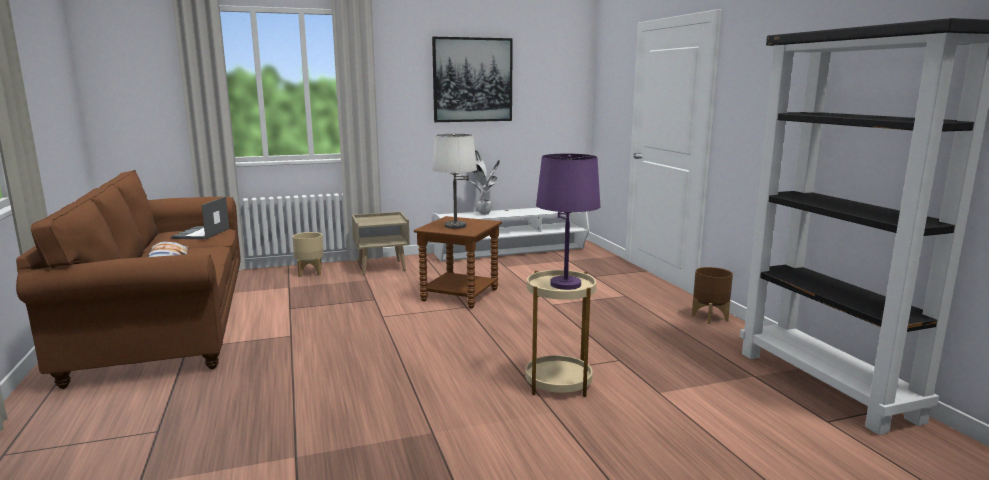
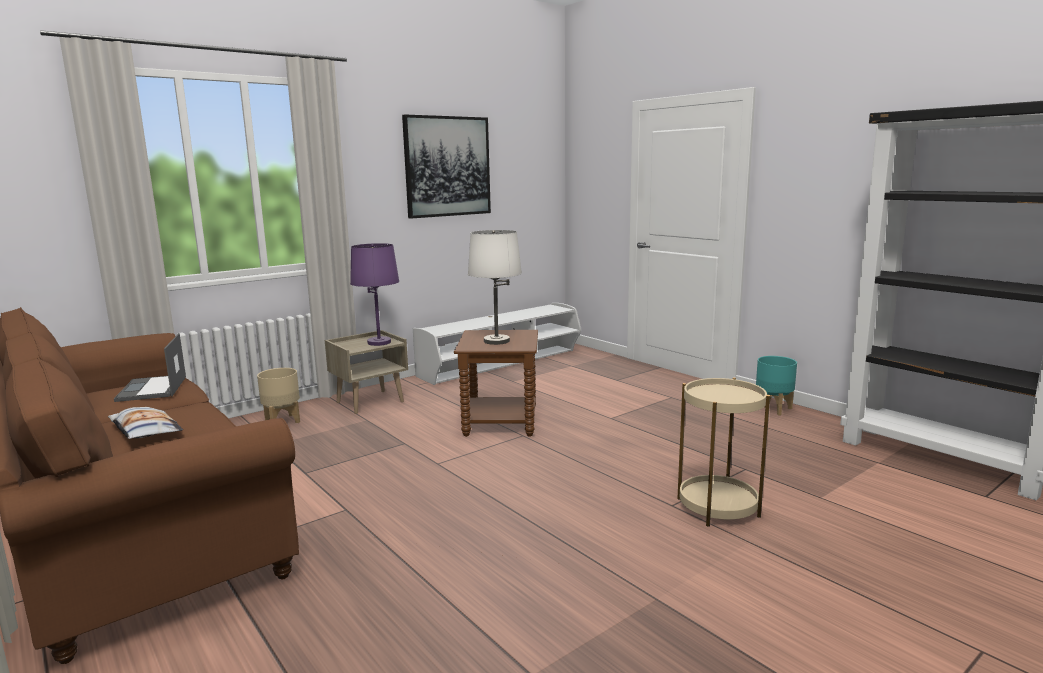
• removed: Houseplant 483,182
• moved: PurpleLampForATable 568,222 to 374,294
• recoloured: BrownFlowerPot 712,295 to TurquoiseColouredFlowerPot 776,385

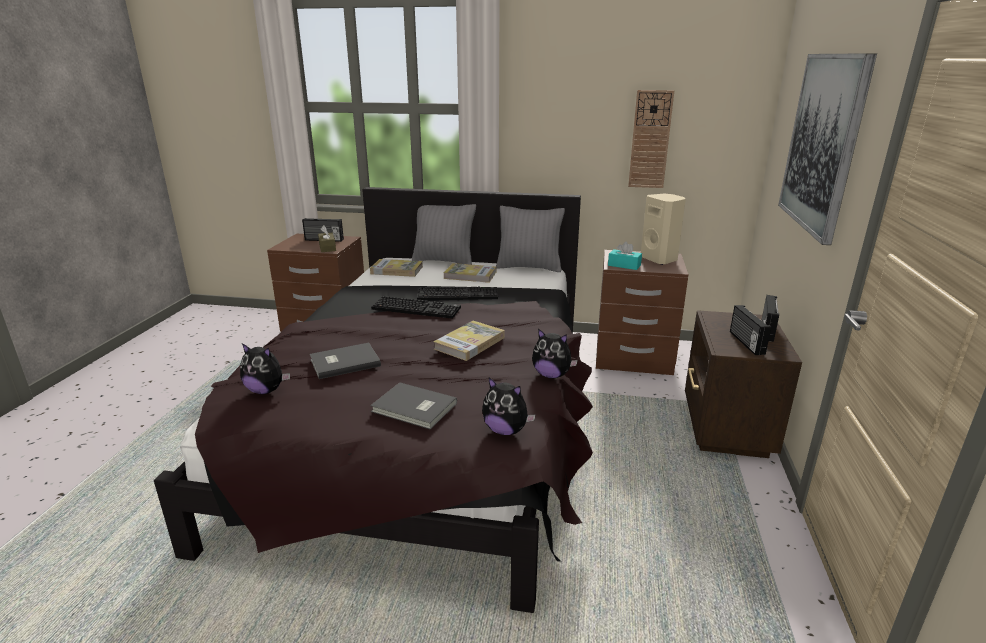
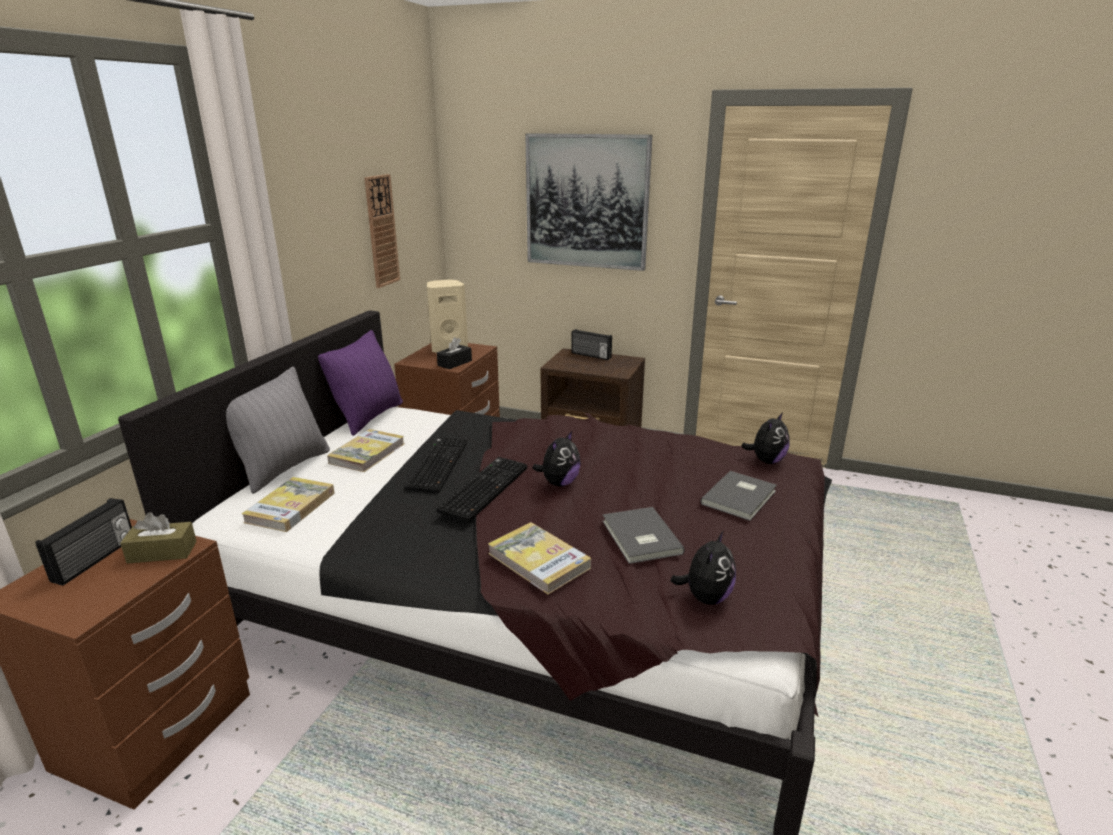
• moved: Book 469,341 to 539,558
• recoloured: GreyThrowPillow 530,239 to PurpleThrowPillow 360,383
• moved: SoftToy 555,354 to 556,459
• recoloured: TurquoiseColouredTissueBox 625,255 to BlackishTissueBox 454,353
• removed: RadioSet 750,330

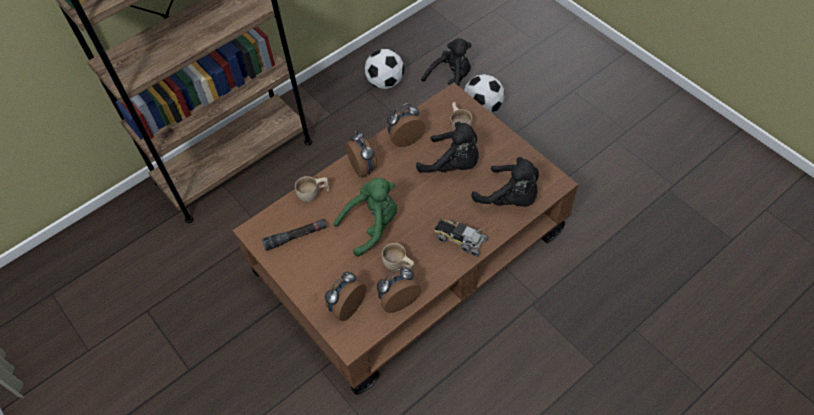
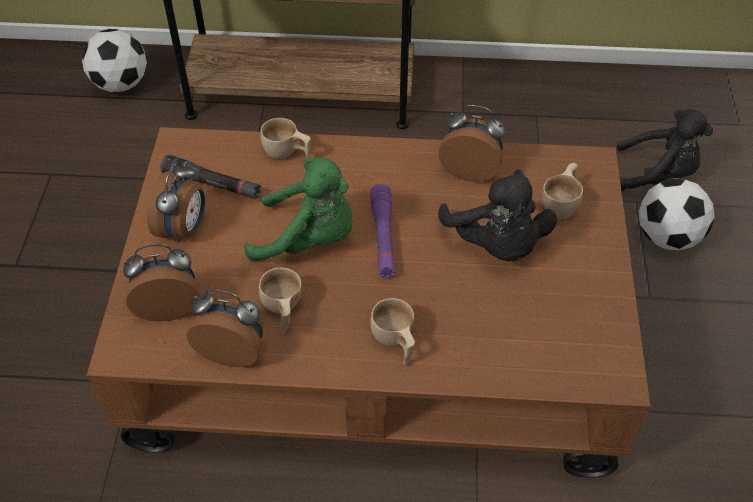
• moved: AlarmClock 361,154 to 176,202
• moved: BallForFootball 384,69 to 114,60
• replaced: ToyTruck 461,237 to BeigeColouredSmallCup 392,332
• removed: BlackishSoftToy 505,181
• added: PurpleHandTorch 382,231

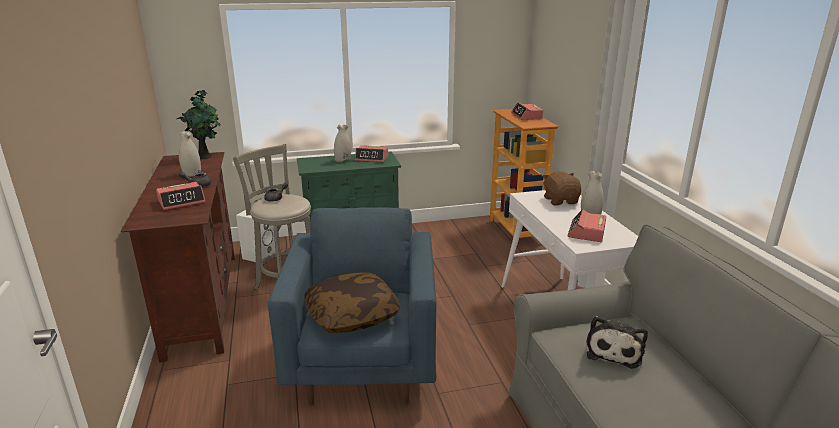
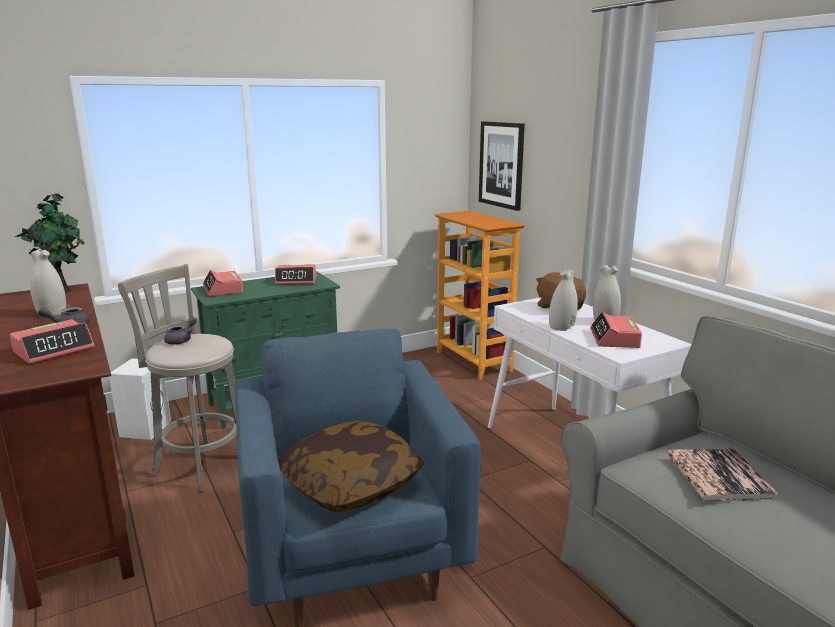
• moved: WhitishFlowerVase 342,143 to 563,300
• moved: AlarmClock 527,111 to 223,283
• replaced: SoftToy 617,342 to Book 722,474
• added: WallArt 502,166

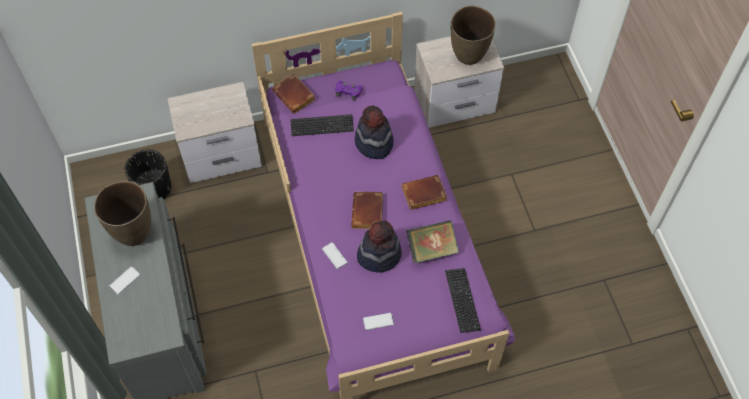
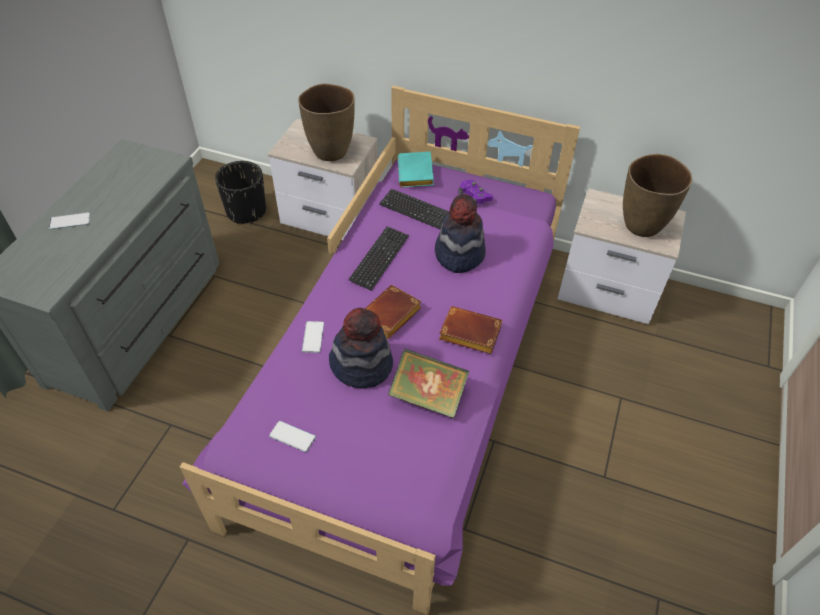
• moved: BrownFlowerVase 122,213 to 326,122
• recoloured: BrownBook 294,93 to TurquoiseColouredBook 416,169
• moved: Keyboard 463,300 to 378,258

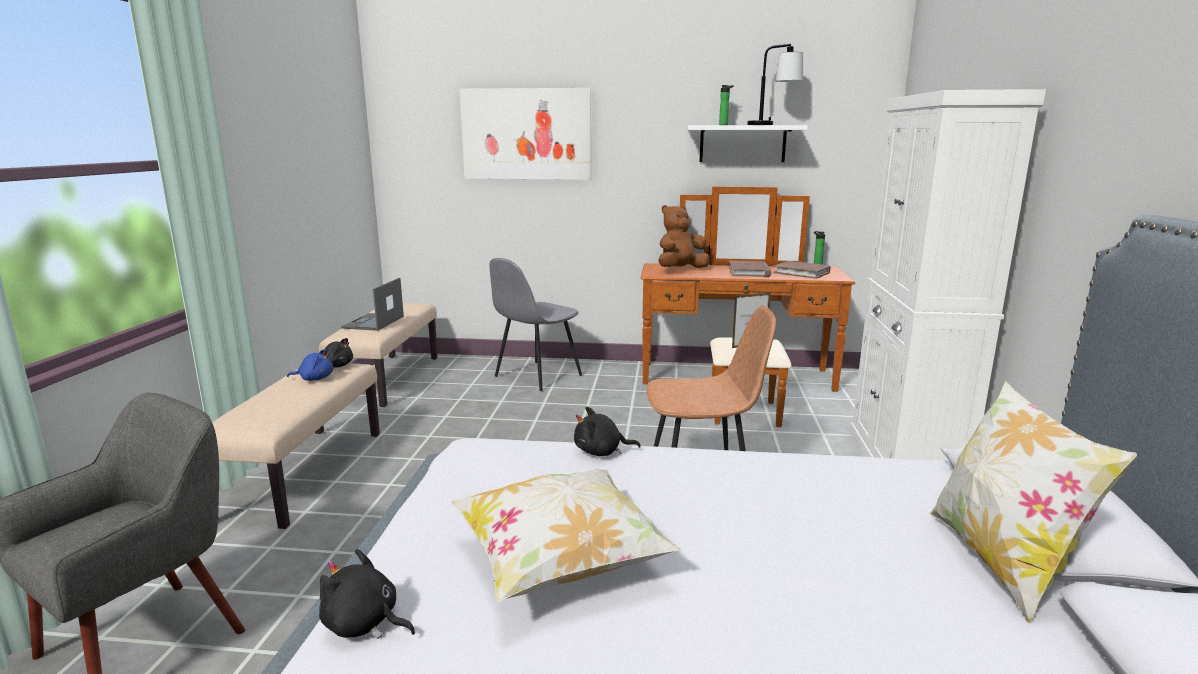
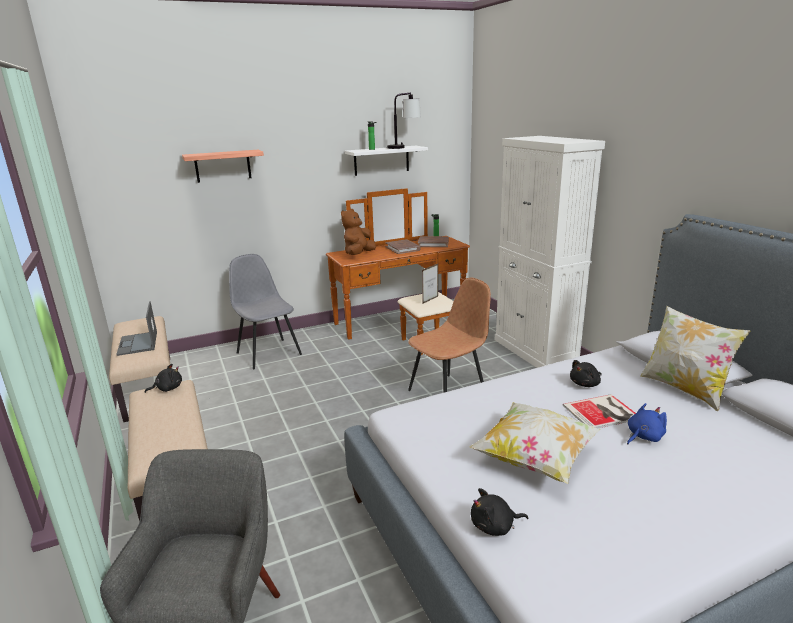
• moved: BlueSoftToy 310,365 to 647,424
• replaced: WallArt 525,134 to BracketShelf 223,166
• turned: GreyPlainChair 535,324 = 265,311 135 degrees clockwise
• moved: BlackishSoftToy 607,431 to 586,373
• added: Book 599,411

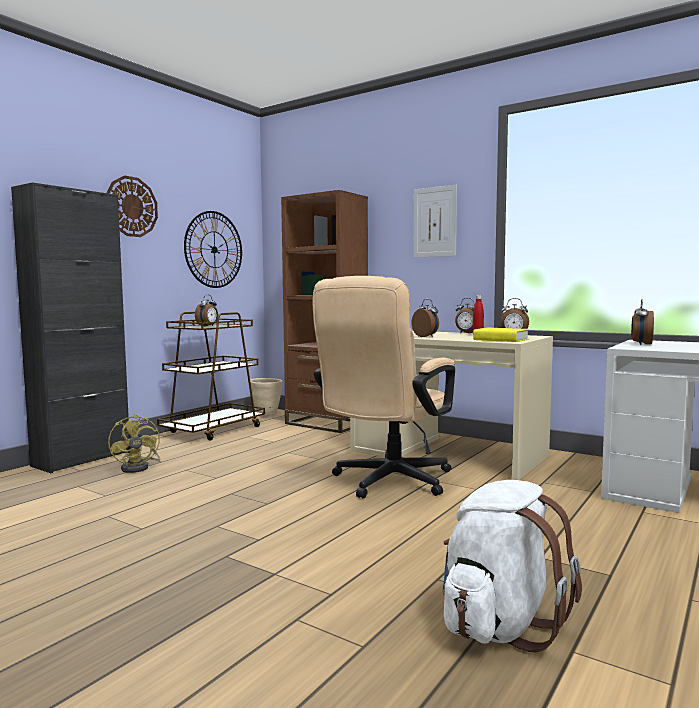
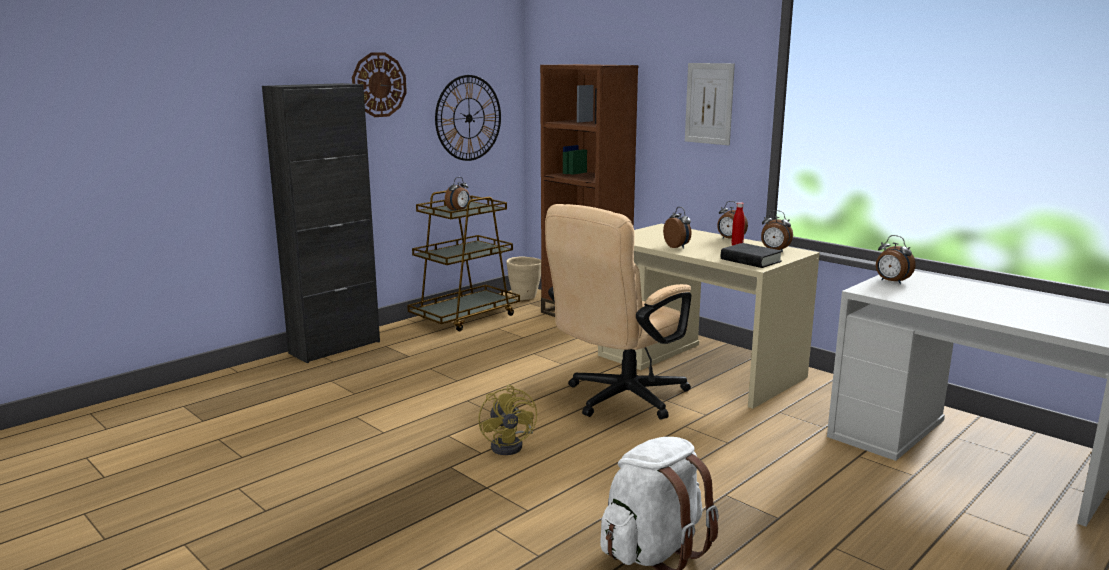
• moved: YellowCoolingFan 134,443 to 507,420
• recoloured: YellowBook 501,335 to BlackishBook 752,255
• turned: AlarmClock 642,322 = 895,259 75 degrees counterclockwise

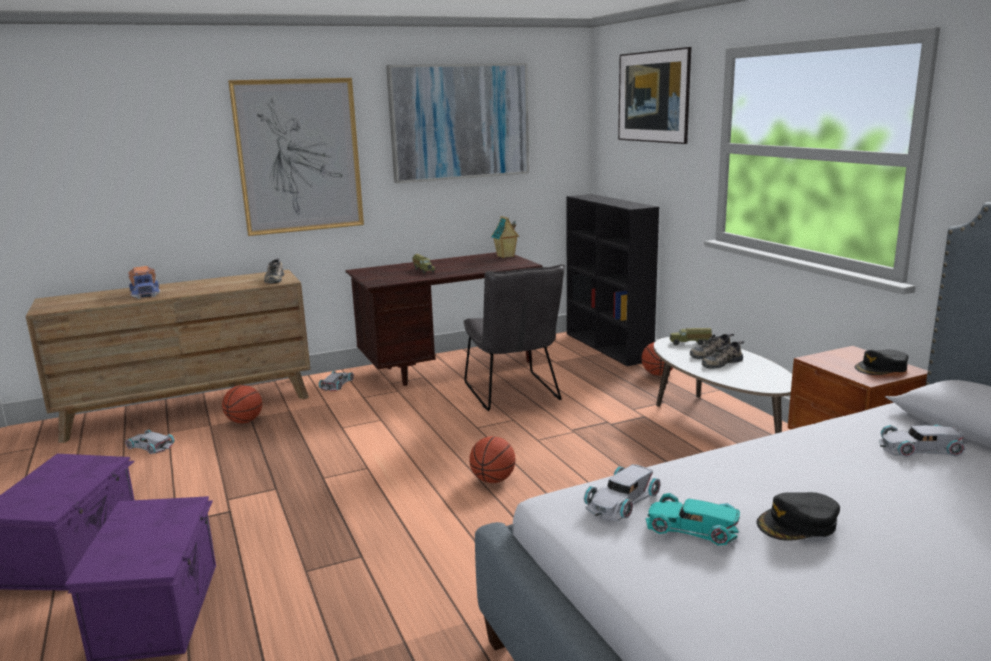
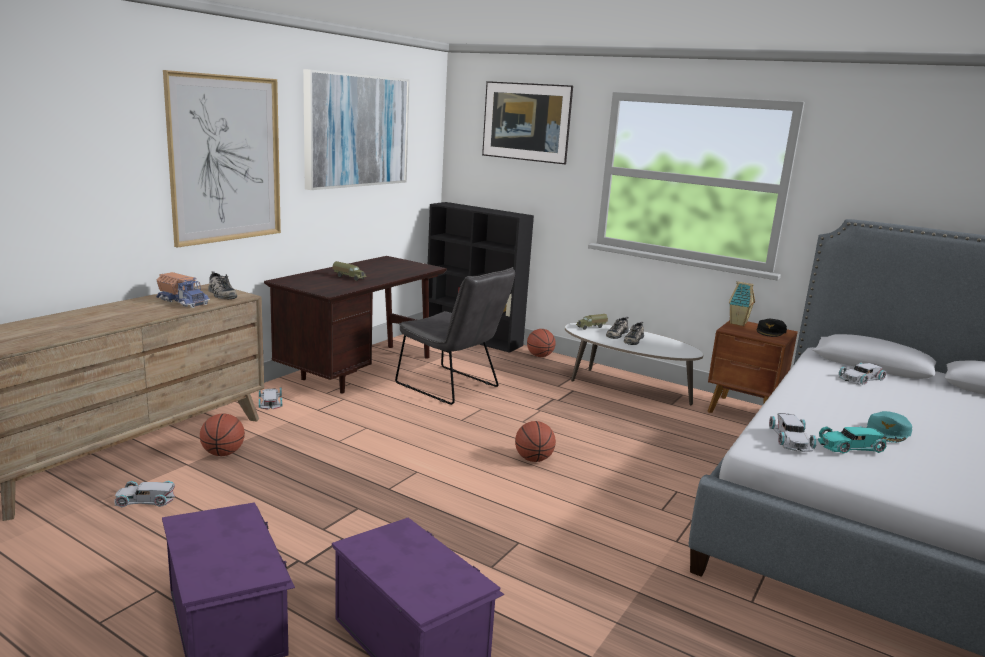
• moved: ToyTruck 144,282 to 183,290
• moved: ToyHouse 505,237 to 742,303
• recoloured: BlackishPeakedCap 798,516 to TurquoiseColouredPeakedCap 889,427

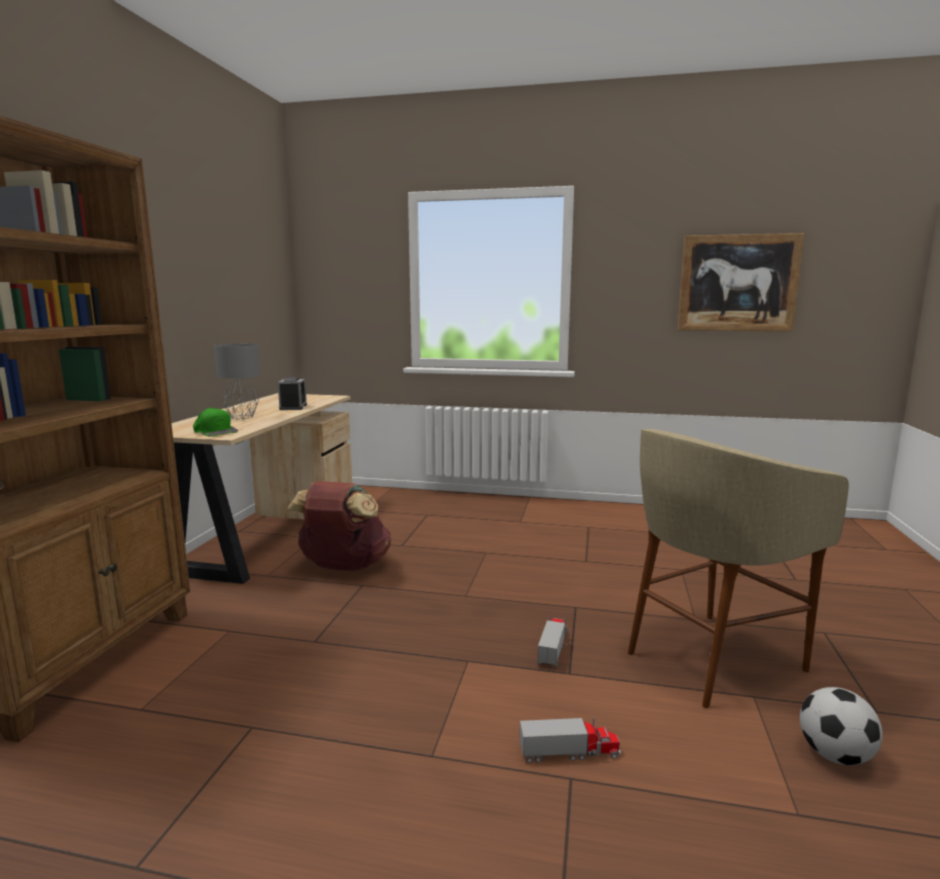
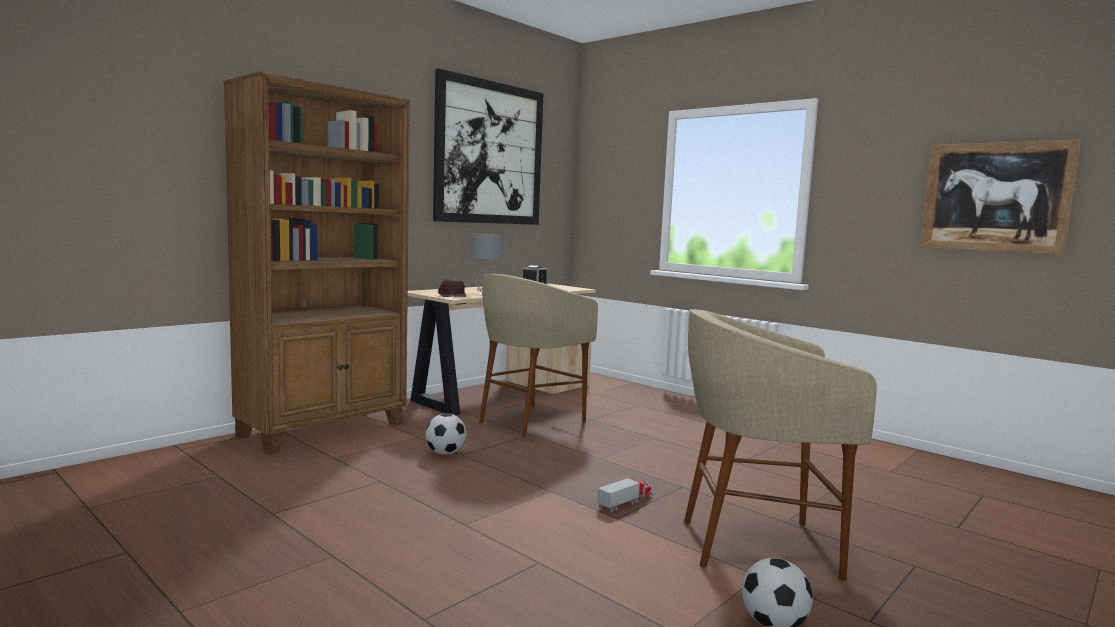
• recoloured: GreenishPeakedCap 215,422 to BrownPeakedCap 452,287
• replaced: BrownRucksack 339,526 to BeigeColouredSittingStool 538,356
• removed: ToyTruck 570,740
• added: BallForFootball 446,434
• added: WallArt 488,146

